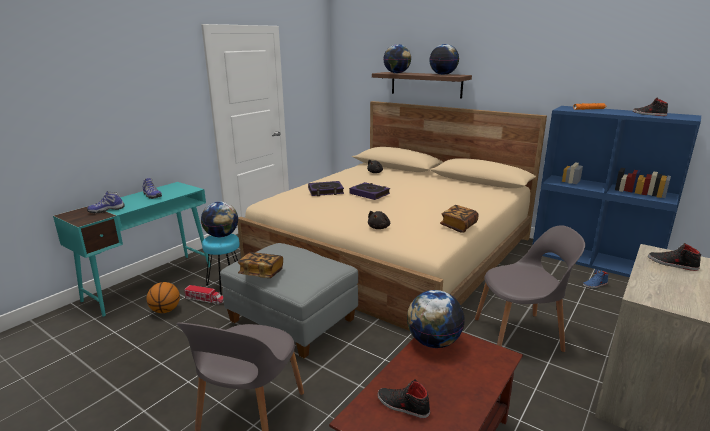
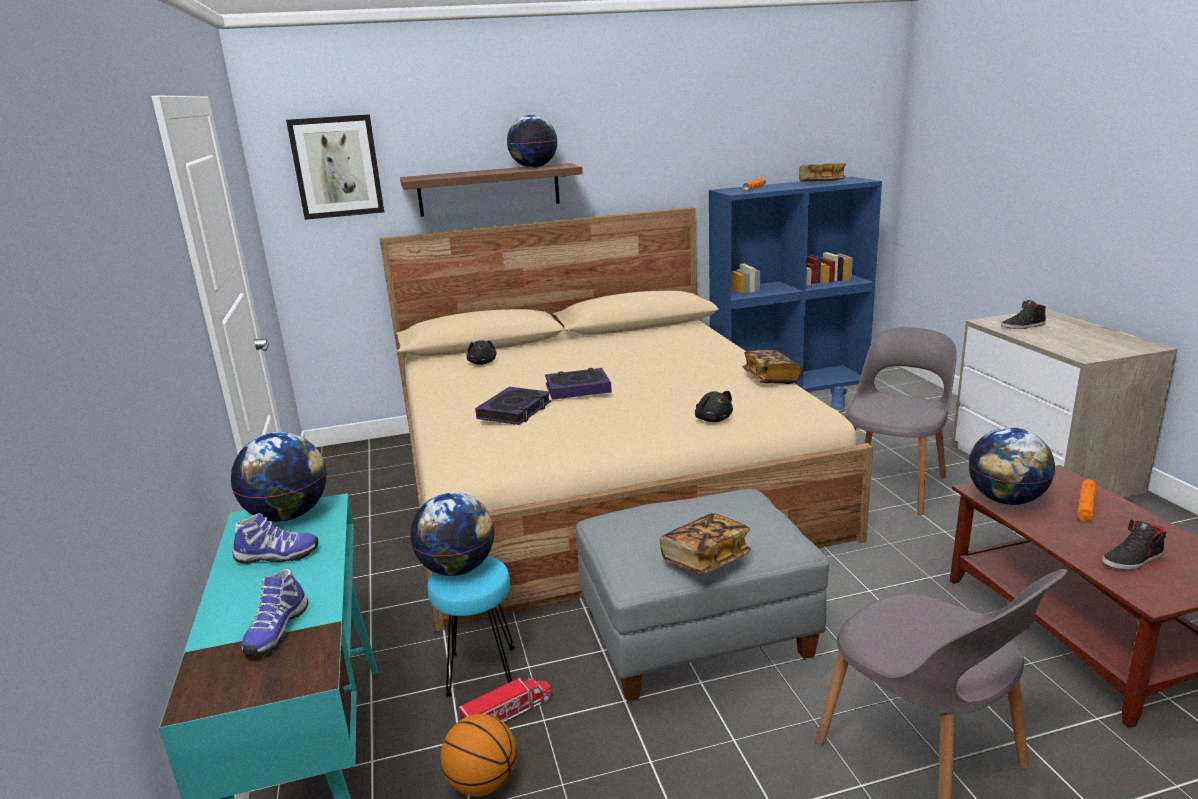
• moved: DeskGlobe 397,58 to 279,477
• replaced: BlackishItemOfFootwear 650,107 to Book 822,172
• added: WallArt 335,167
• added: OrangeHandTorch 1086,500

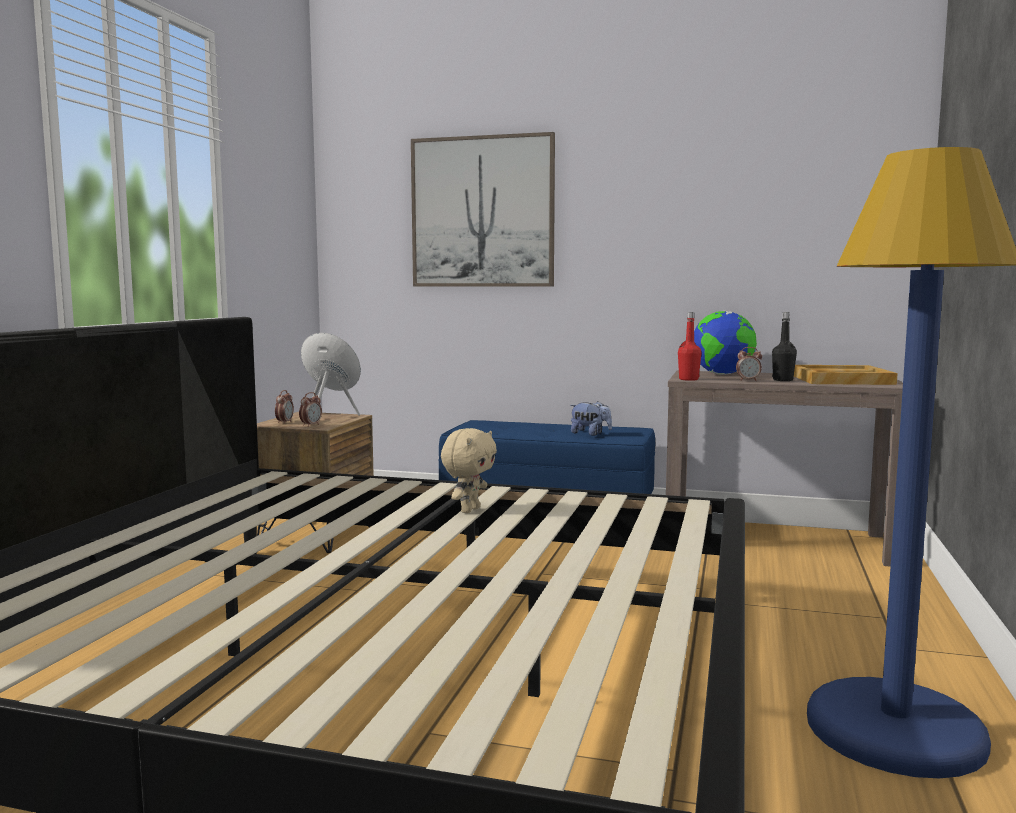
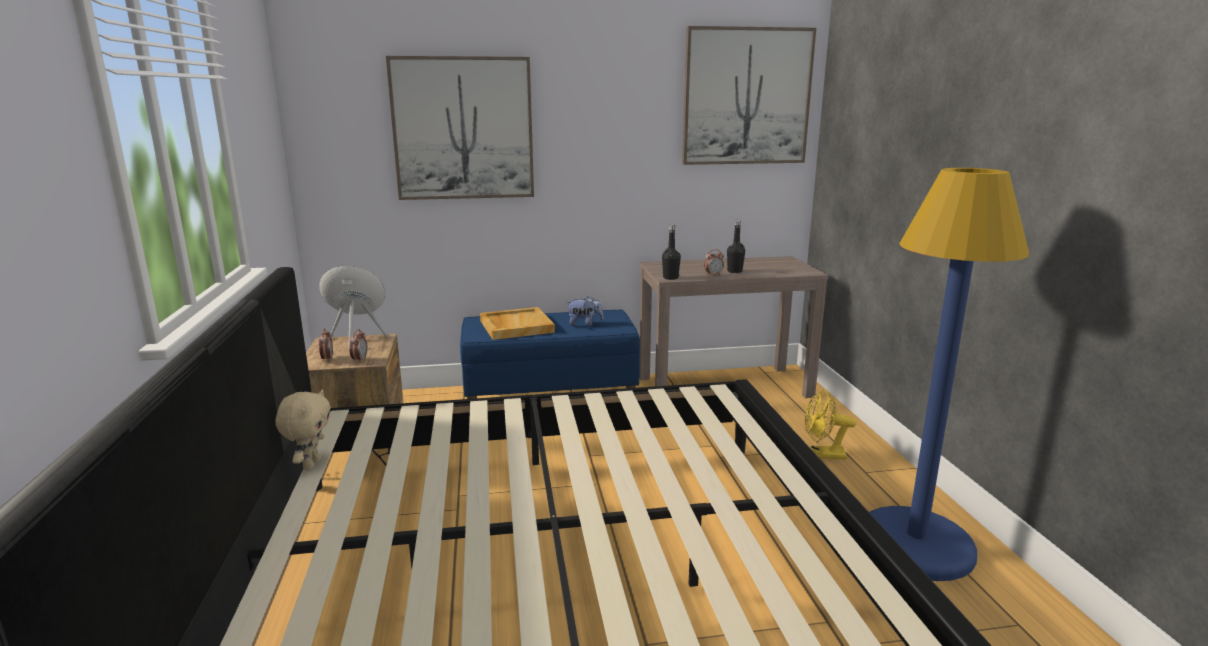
• moved: BeigeColouredSoftToy 469,470 to 303,430
• recoloured: RedColouredBeverageBottle 690,346 to BlackishBeverageBottle 671,252
• removed: DeskGlobe 725,343
• moved: BeigeColouredServingTray 846,375 to 517,323
• added: WallArt 749,95
• added: YellowCoolingFan 831,424

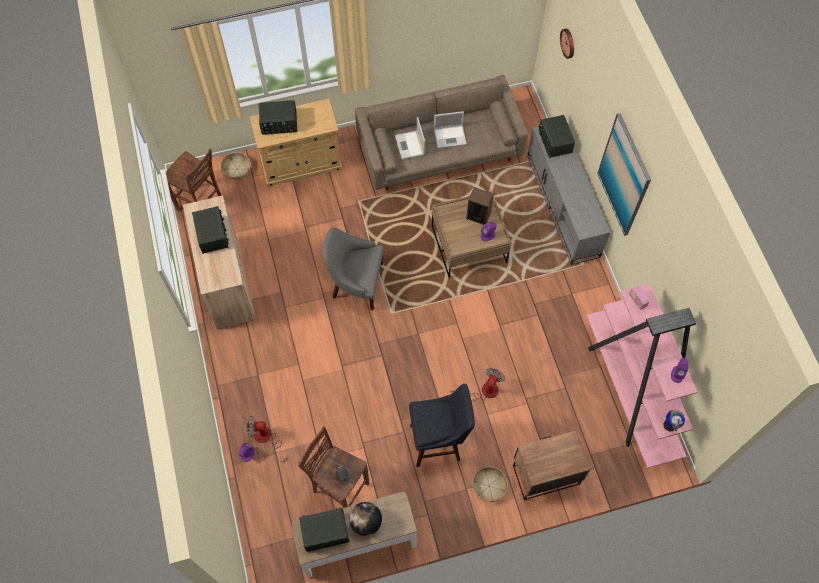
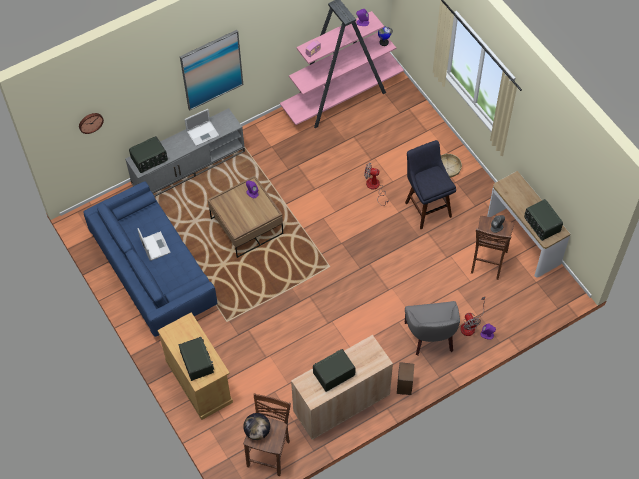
• removed: Basket 236,165
• moved: GreyLoungeChair 353,269 to 432,328
• moved: DeskGlobe 365,519 to 256,426
• recoloured: BeigeColouredSofa 441,132 to BlueSofa 150,259
• moved: NotebookComputer 410,138 to 201,127
• moved: Speaker 480,206 to 405,378
• removed: Nightstand 552,465

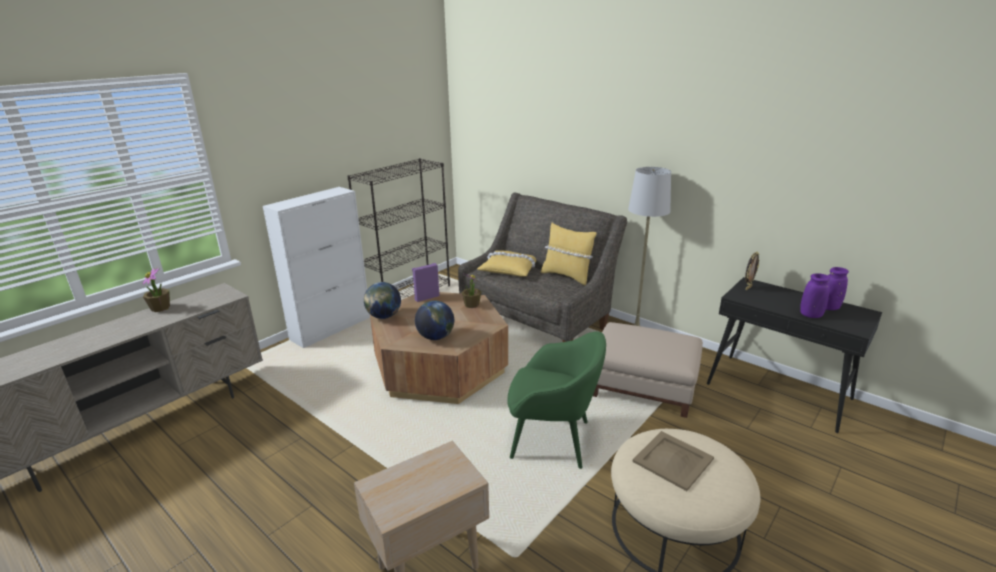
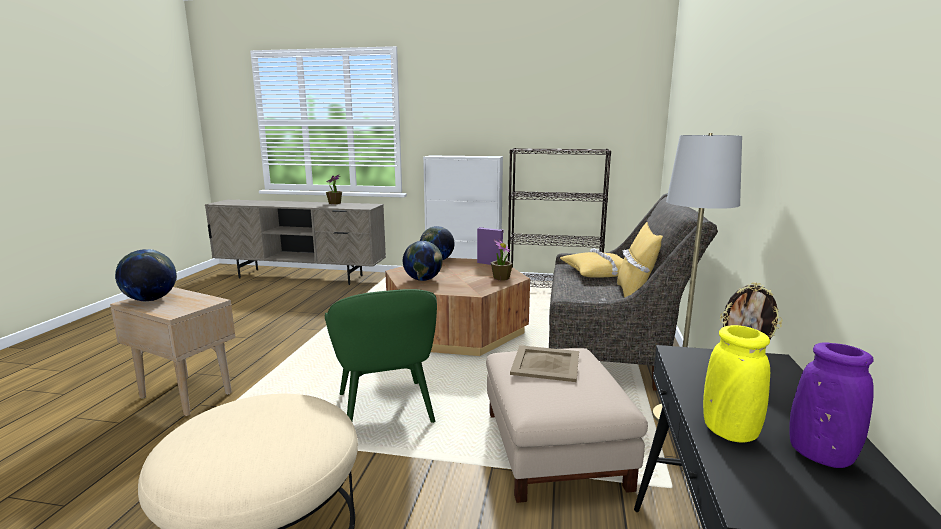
• moved: BeigeColouredServingTray 673,461 to 544,363
• recoloured: PurpleFlowerVase 815,295 to YellowFlowerVase 736,384
• added: DeskGlobe 146,275

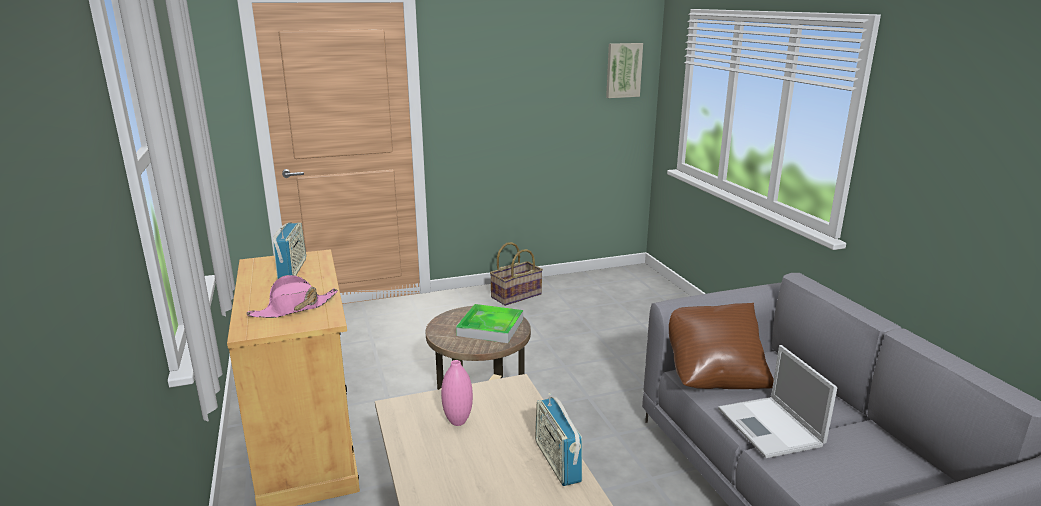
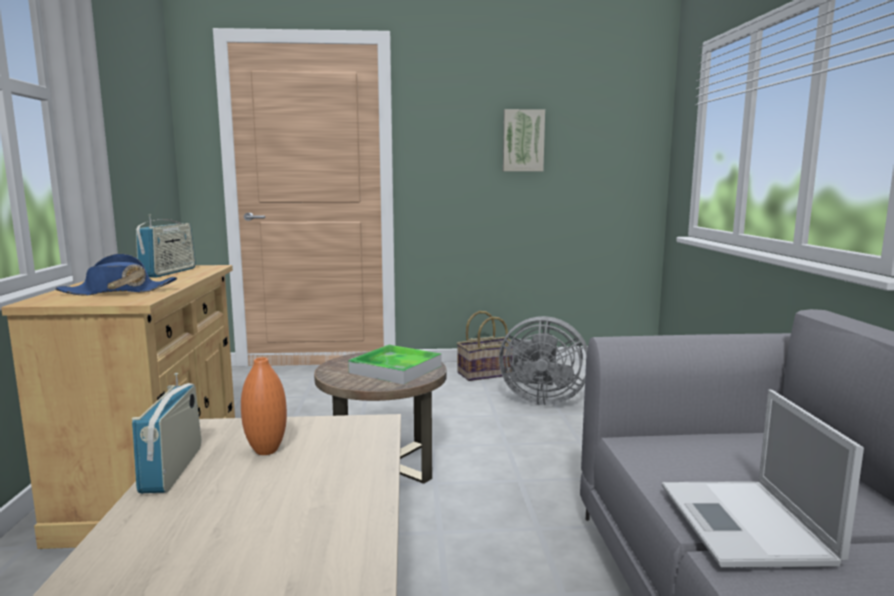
• recoloured: PinkishClothingHat 292,296 to BlueClothingHat 116,275
• recoloured: PinkishFlowerVase 457,393 to OrangeFlowerVase 264,406
• moved: RadioSet 558,439 to 166,433
• moved: WallArt 624,70 to 524,140
• removed: BrownThrowPillow 721,346
• added: GreyCoolingFan 543,360

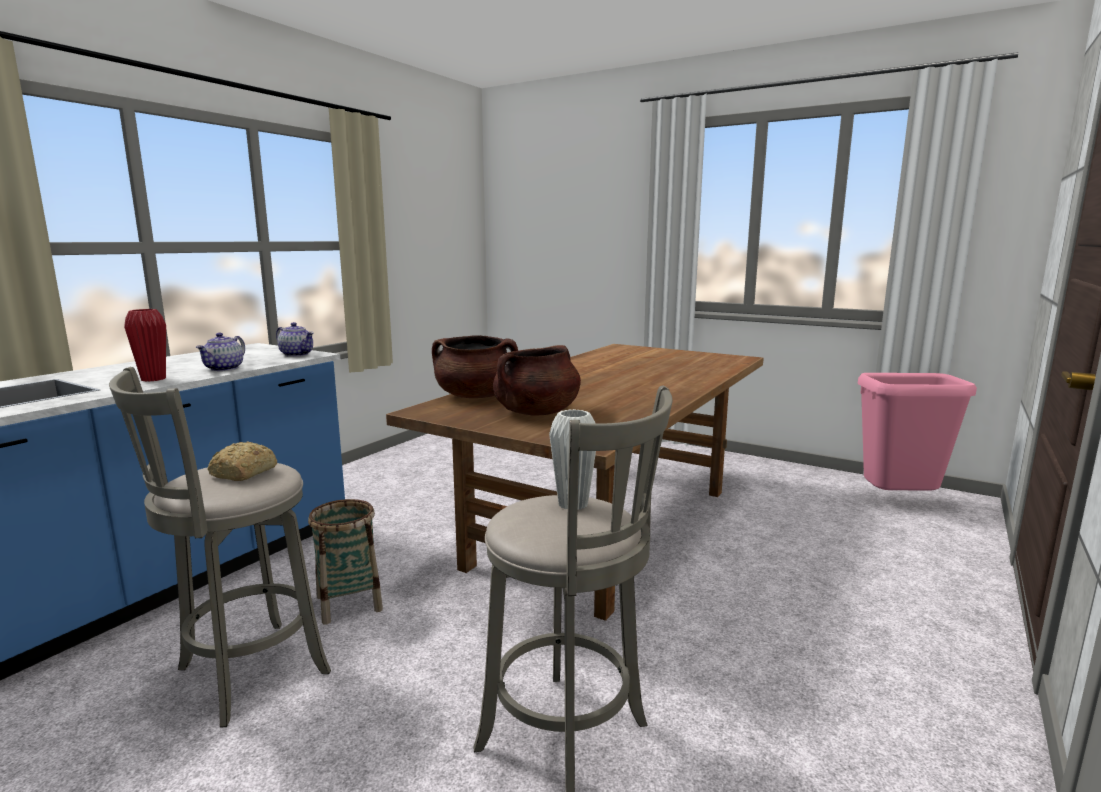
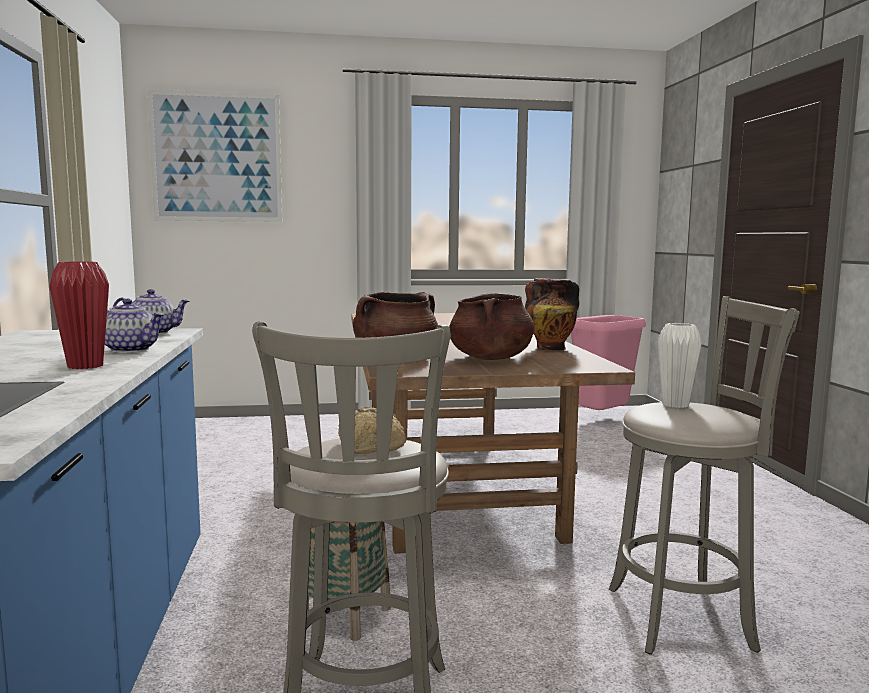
• turned: PotForTea 220,352 = 134,326 45 degrees counterclockwise
• added: WallArt 215,156
• added: FlowerVase 552,314

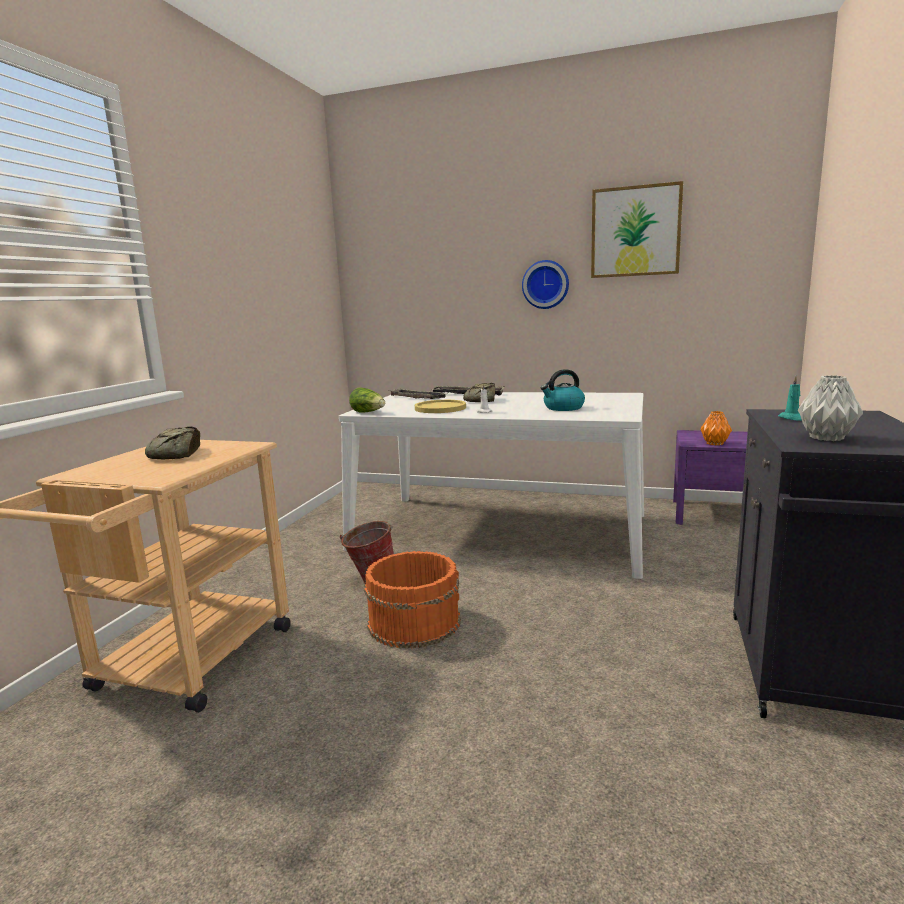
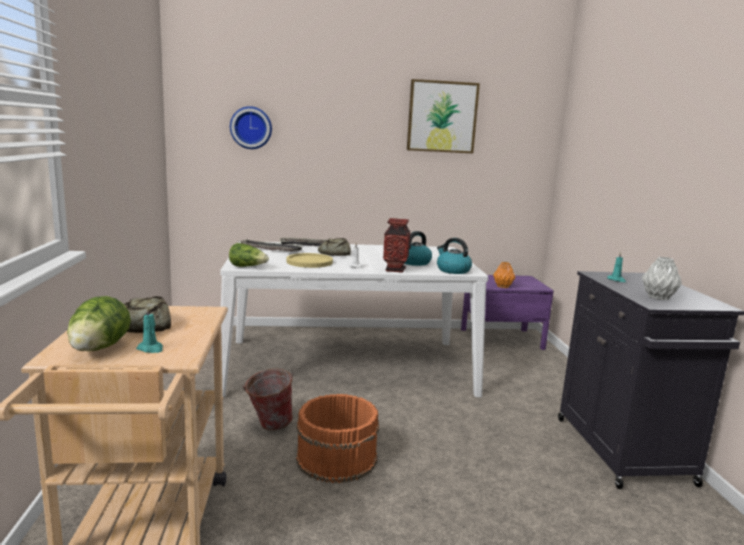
• moved: ClockOnTheWall 545,284 to 251,127
• added: HeadOfLettuce 99,323
• added: TurquoiseColouredWaxLight 149,330
• added: FlowerVase 396,245
• added: Kettle 454,256

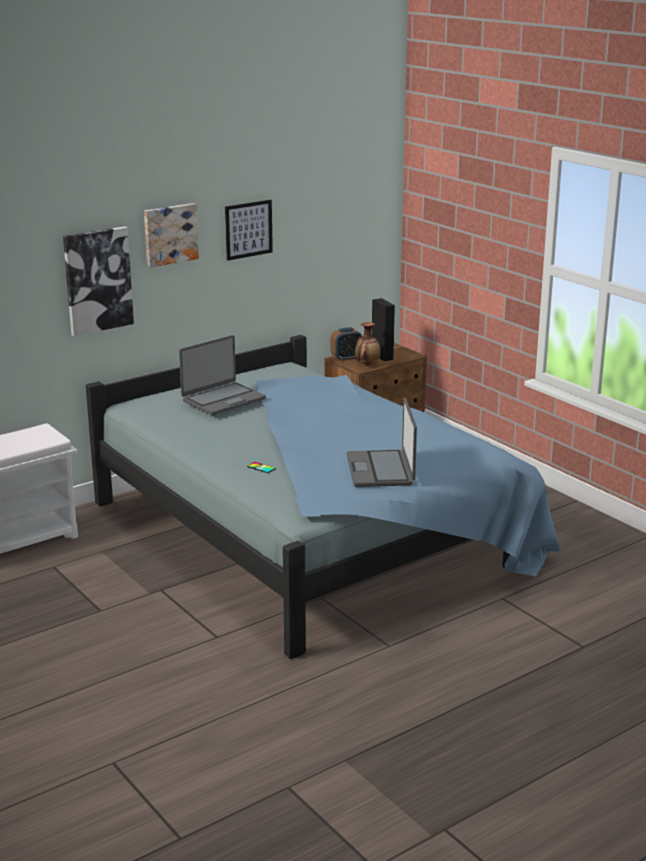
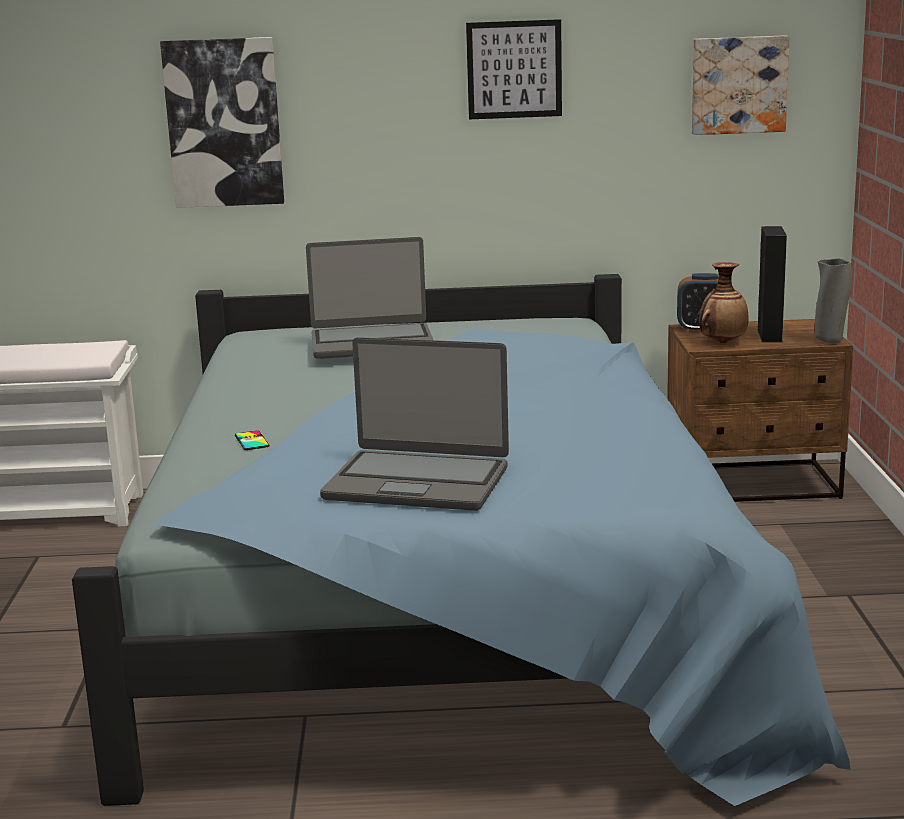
• moved: WallArt 171,235 to 741,85
• turned: NotebookComputer 382,442 = 414,424 105 degrees counterclockwise
• added: GreyFlowerVase 833,301

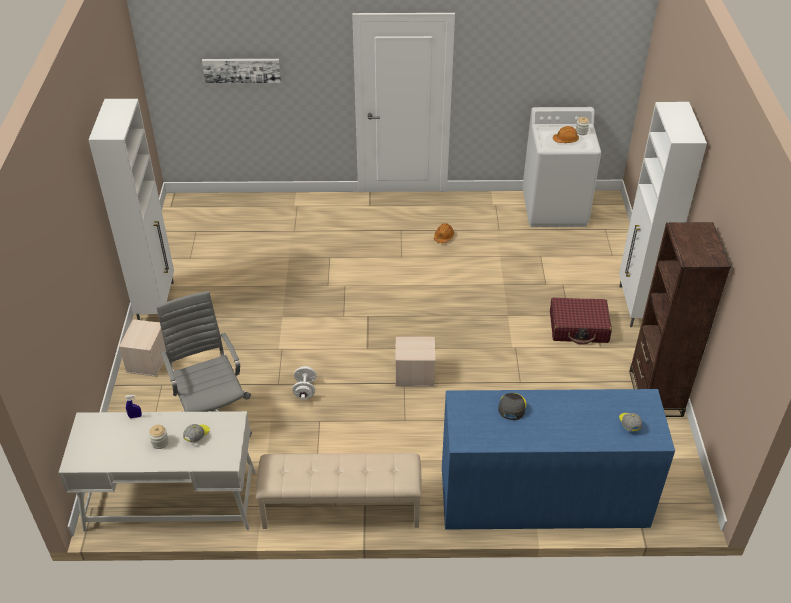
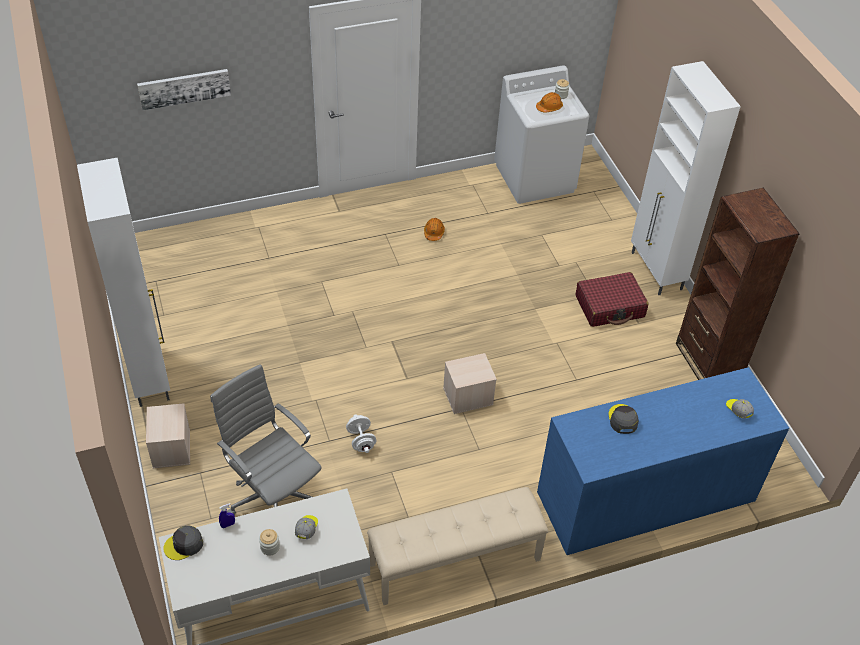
• added: GreyPeakedCap 183,543

